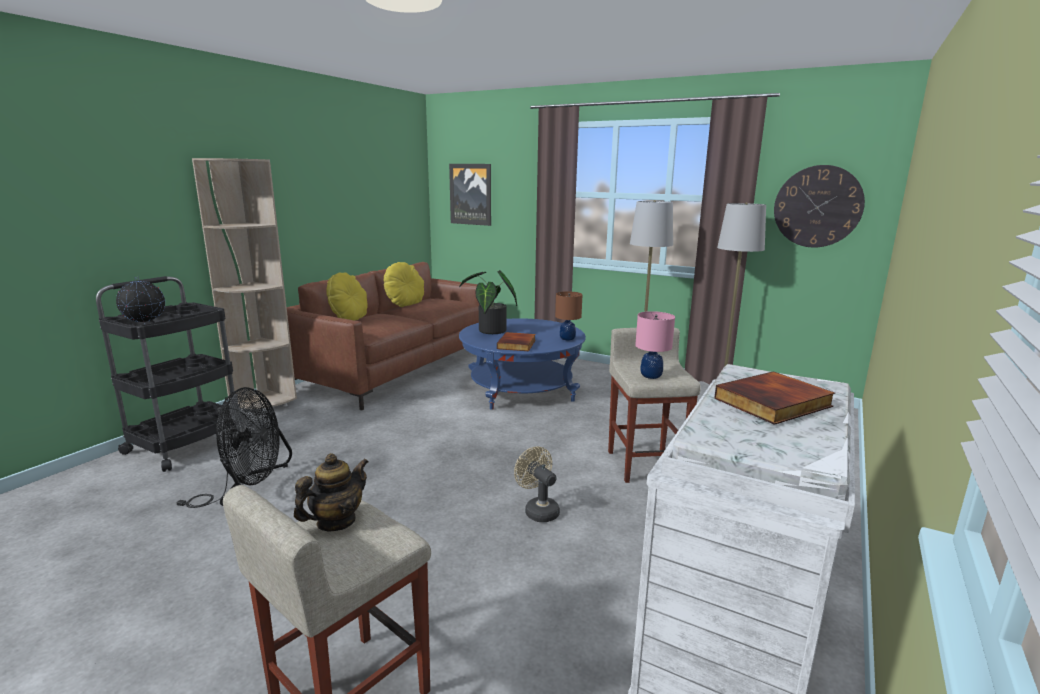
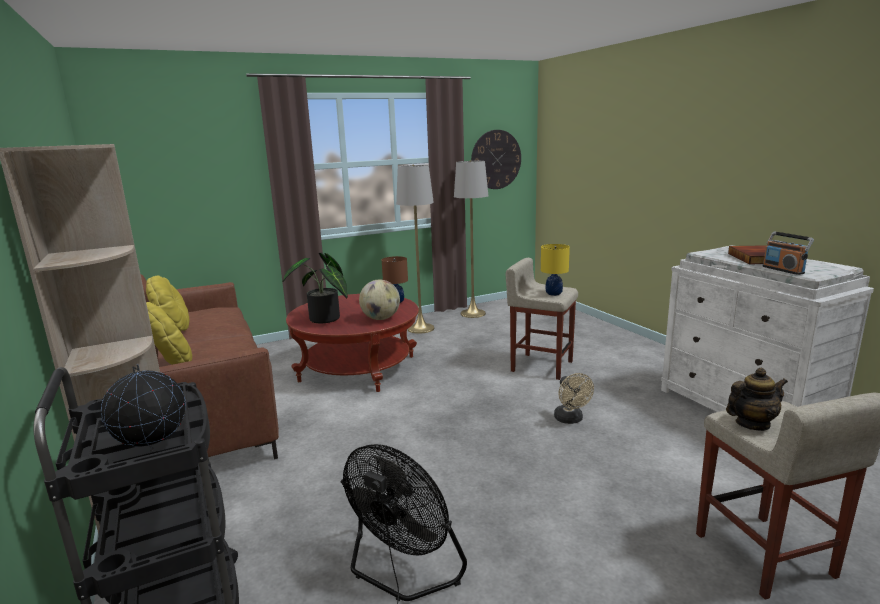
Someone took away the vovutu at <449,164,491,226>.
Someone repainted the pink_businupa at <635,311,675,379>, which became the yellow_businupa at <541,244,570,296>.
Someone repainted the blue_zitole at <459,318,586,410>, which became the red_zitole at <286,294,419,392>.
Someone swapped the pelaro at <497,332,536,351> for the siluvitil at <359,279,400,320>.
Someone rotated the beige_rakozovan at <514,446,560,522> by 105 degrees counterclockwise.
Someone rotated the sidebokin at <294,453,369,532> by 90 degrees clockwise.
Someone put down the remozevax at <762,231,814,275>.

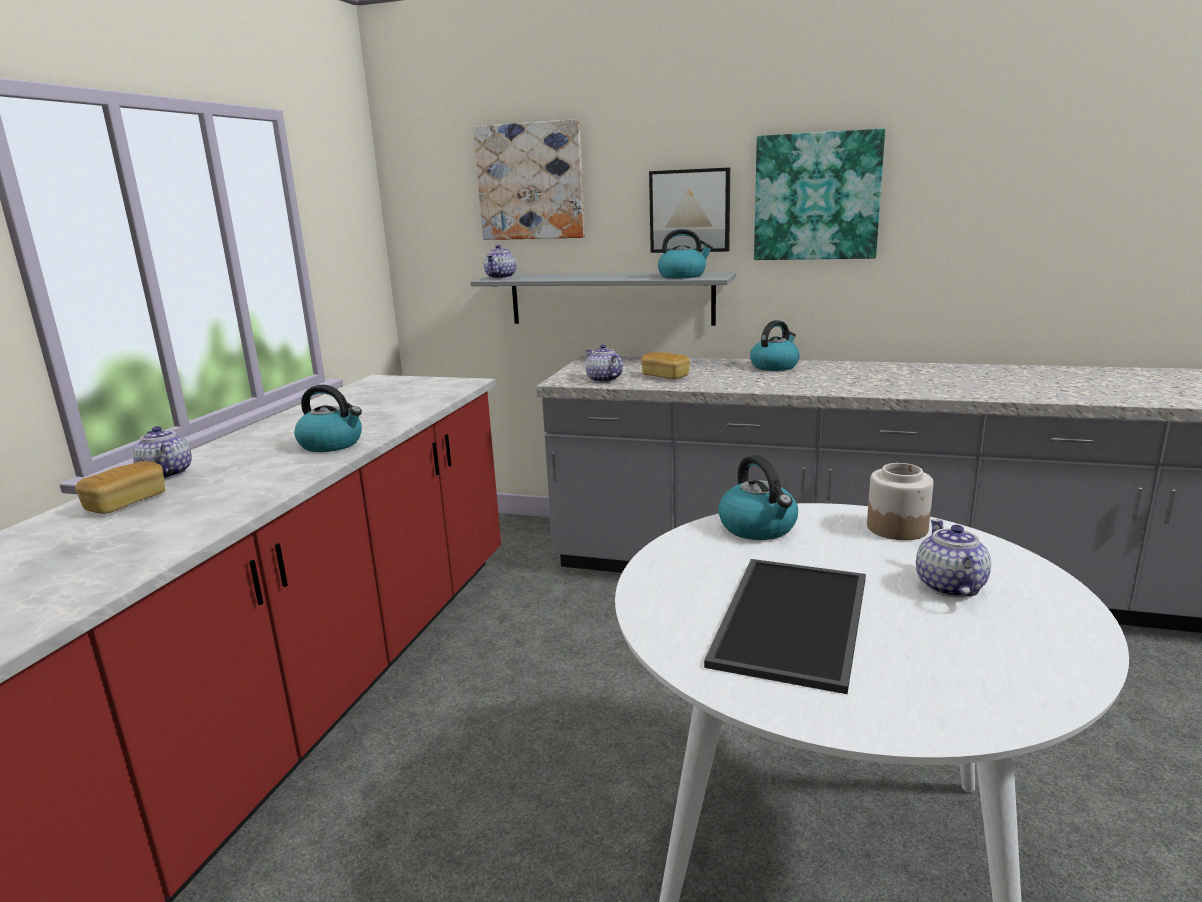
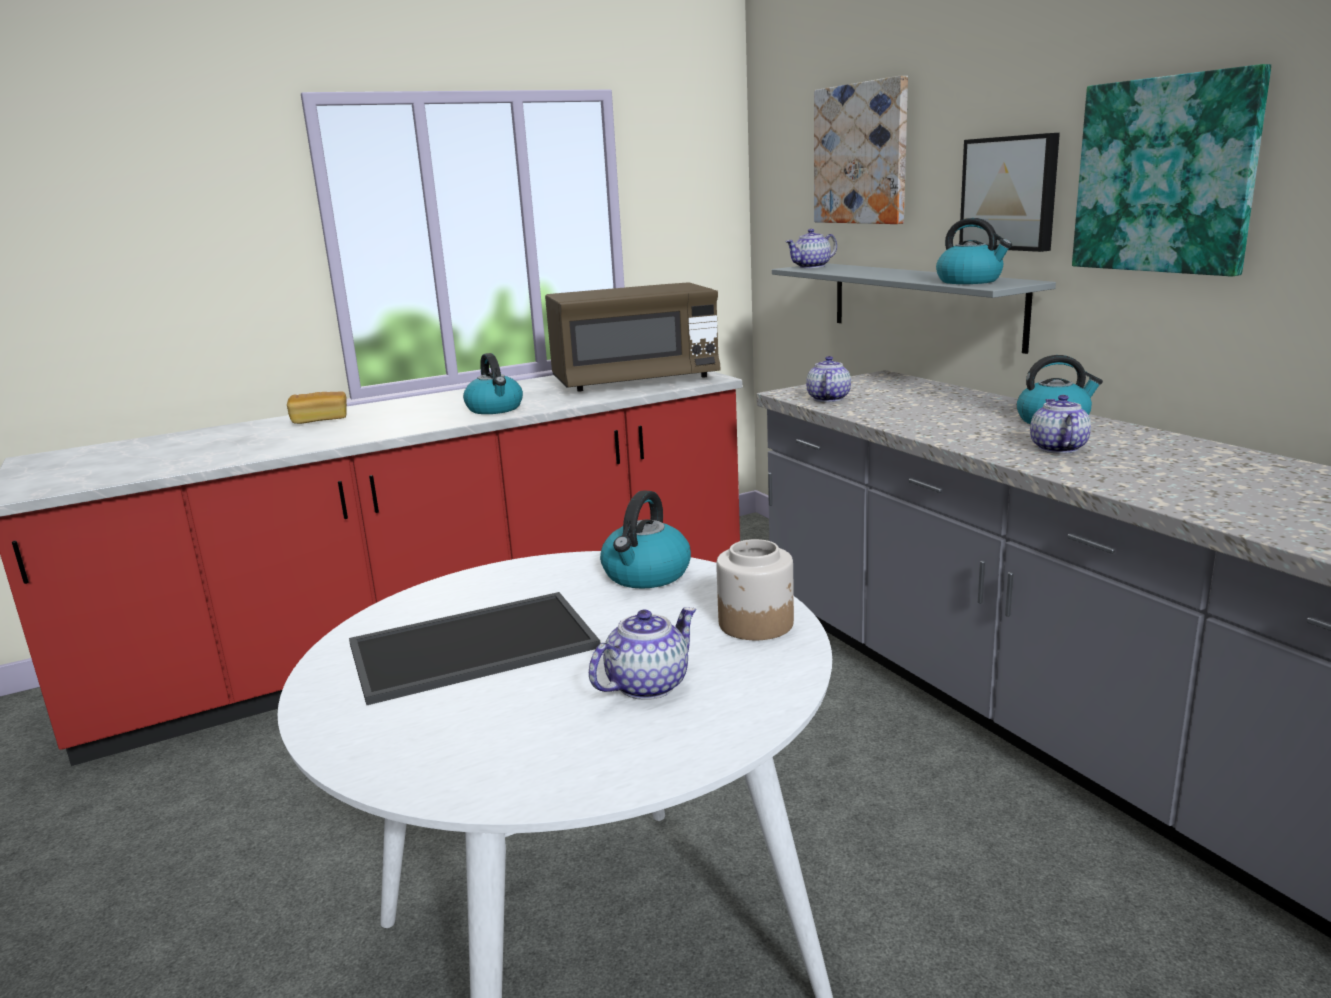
Someone took away the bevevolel at <641,352,690,379>.
Someone carried the sidebokin from <133,426,192,479> to <1030,395,1091,454>.
Someone put down the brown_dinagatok at <545,282,720,392>.

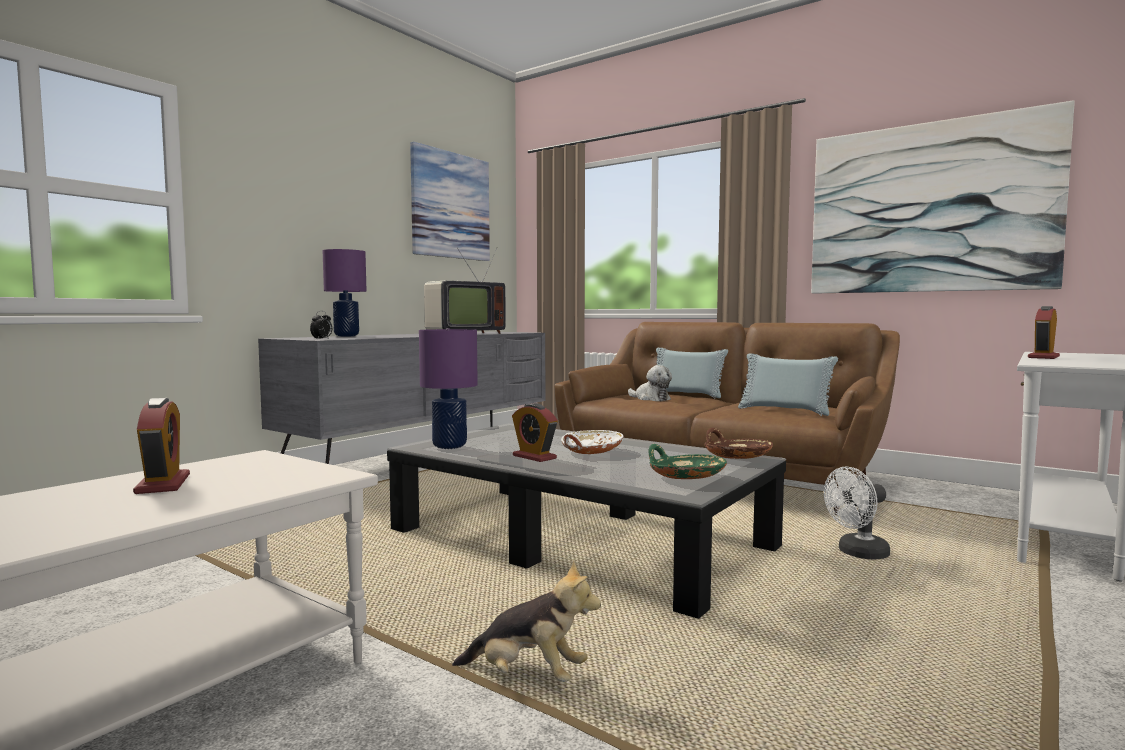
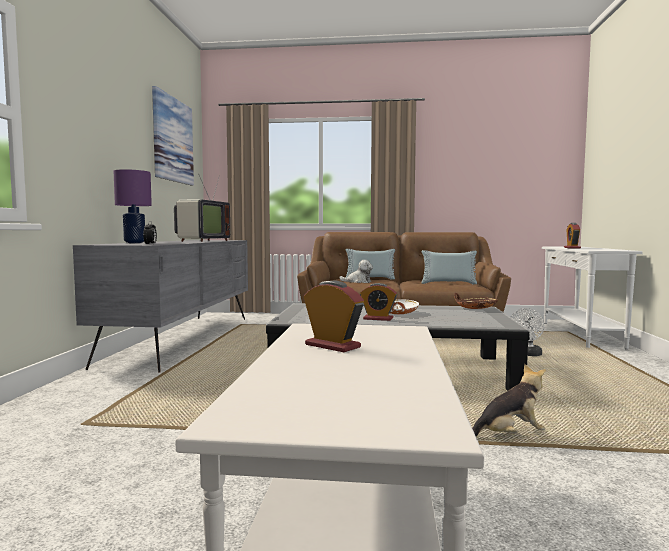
Someone took away the vovutu at <811,100,1075,294>.
Someone took away the purple_businupa at <419,328,478,449>.
Someone took away the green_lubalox at <649,444,727,479>.

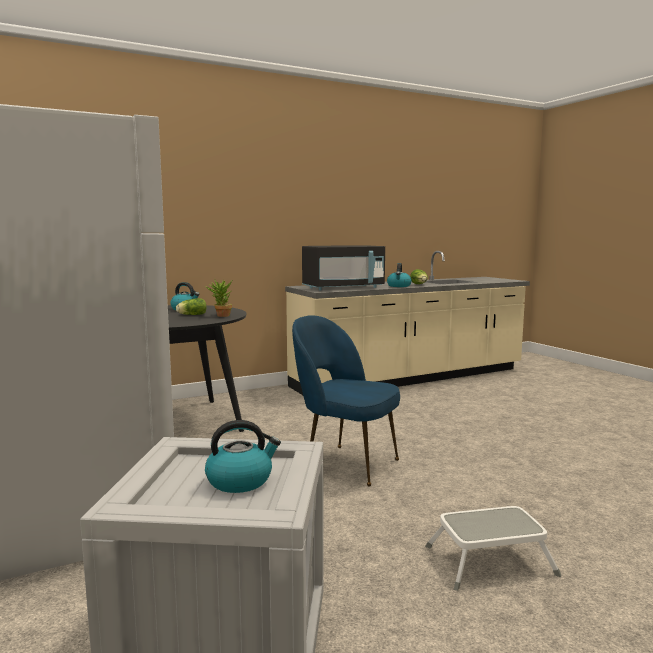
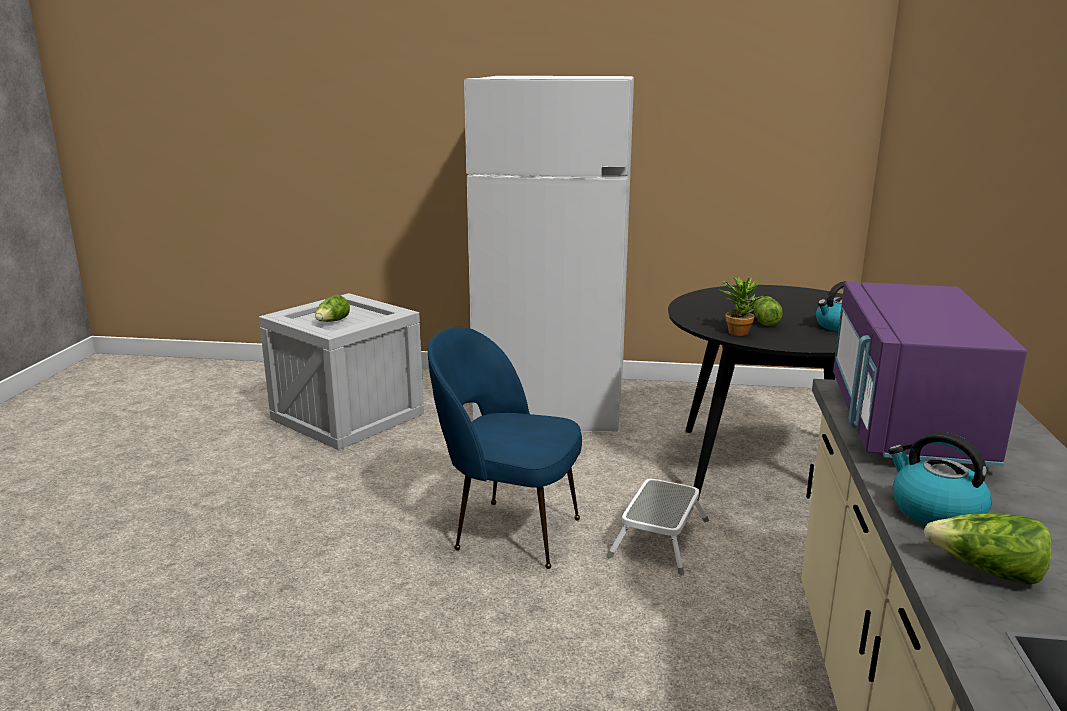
Someone repainted the black_dinagatok at <302,245,385,290>, which became the purple_dinagatok at <833,282,1027,467>.
Someone rotated the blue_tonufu at <292,315,400,487> by 135 degrees counterclockwise.
Someone swapped the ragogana at <205,420,281,493> for the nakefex at <315,295,350,322>.
Someone carried the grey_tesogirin from <425,506,561,591> to <606,479,709,576>.

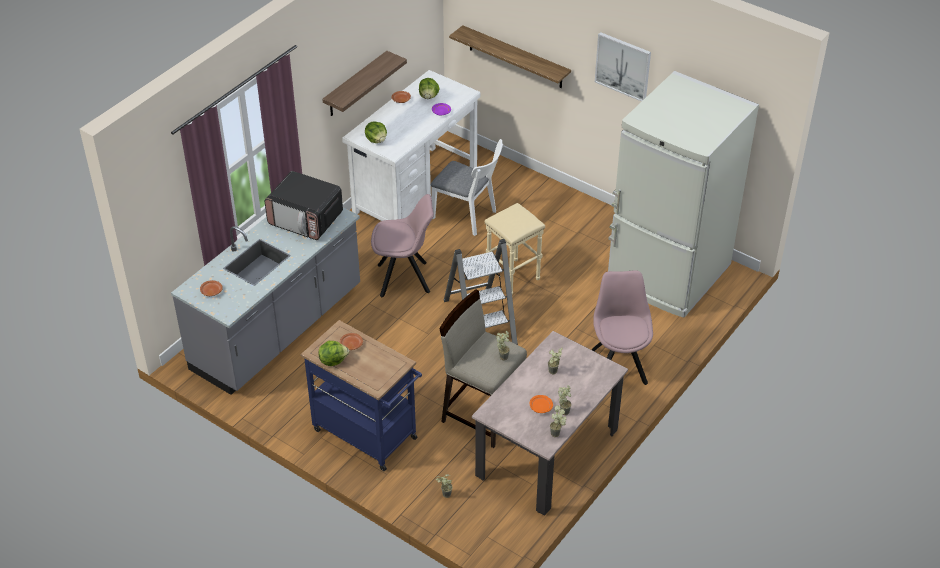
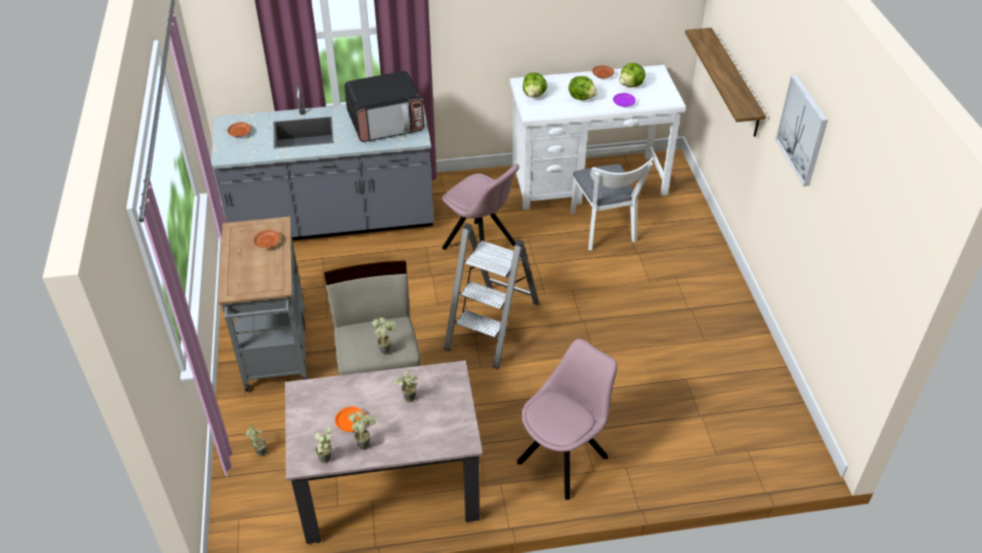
Someone took away the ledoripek at <322,51,407,116>.
Someone took away the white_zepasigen at <608,71,759,317>.
Someone rotated the dinagatok at <265,171,343,240> by 90 degrees counterclockwise.
Someone took away the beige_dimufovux at <485,203,545,295>.
Someone repainted the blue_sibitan at <301,320,422,471>, which became the grey_sibitan at <218,217,307,392>.
Someone carried the nakefex from <318,341,349,366> to <568,76,597,100>.

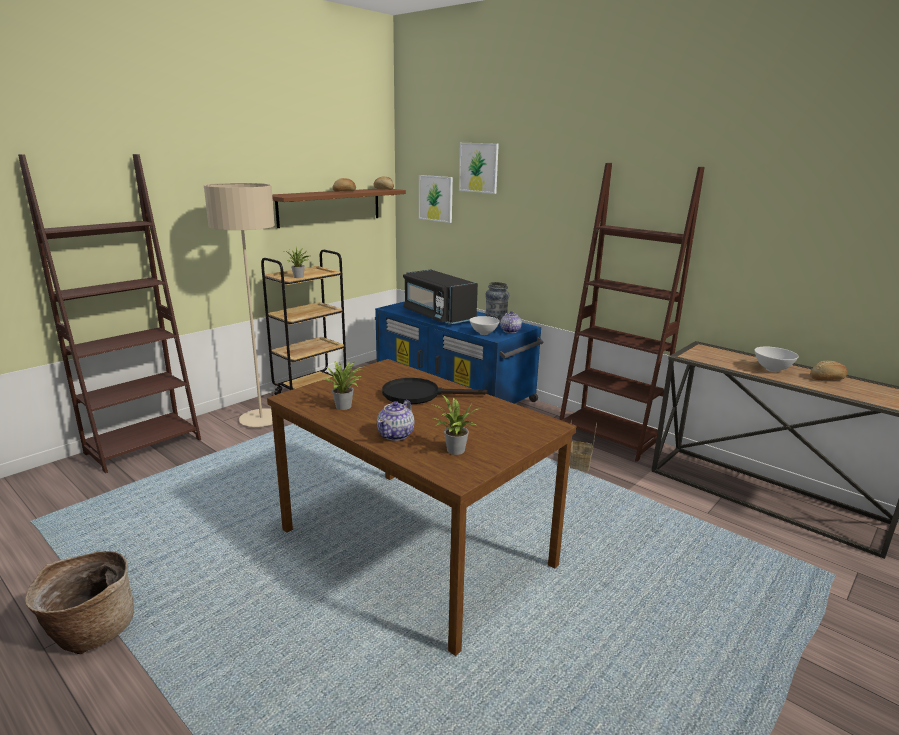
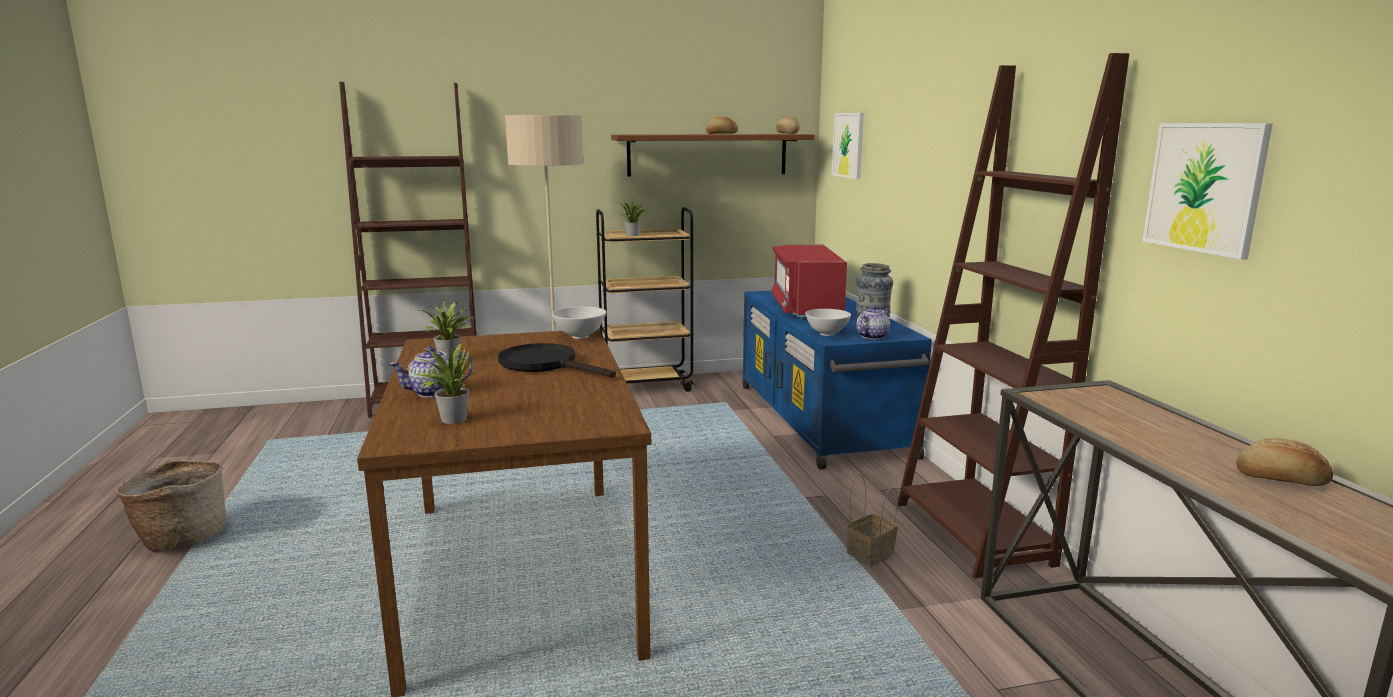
Someone carried the vovutu from <459,143,499,194> to <1142,123,1273,260>.
Someone repainted the black_dinagatok at <403,270,478,325>, which became the red_dinagatok at <772,245,847,319>.
Someone carried the white_lubalox from <754,347,799,372> to <552,306,606,339>.

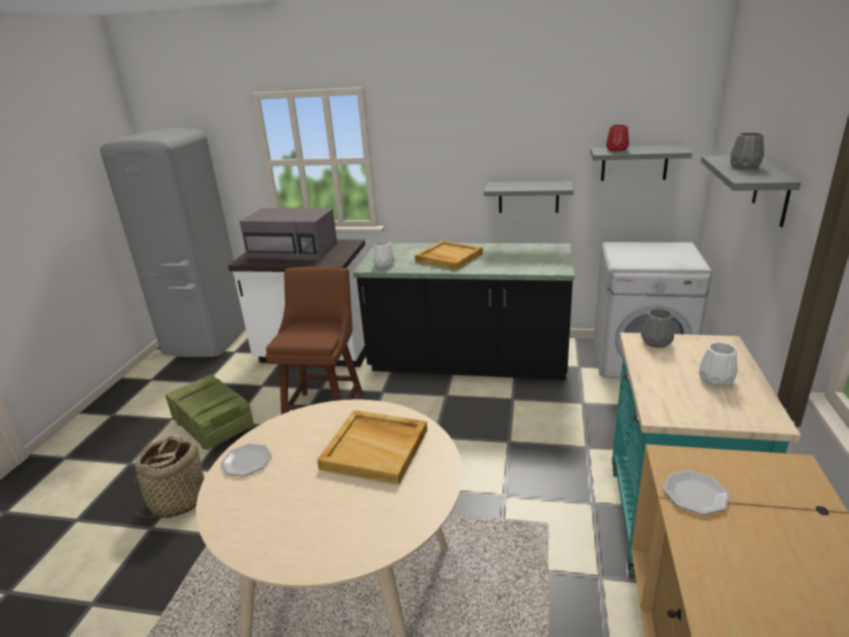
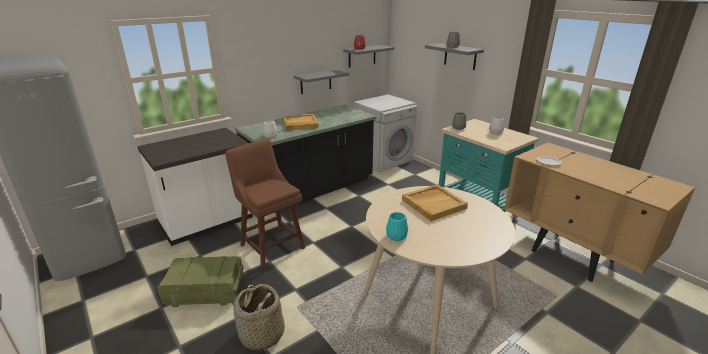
Someone took away the grey_dinagatok at <239,208,337,260>.
Someone swapped the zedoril at <221,444,272,477> for the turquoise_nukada at <386,212,408,241>.

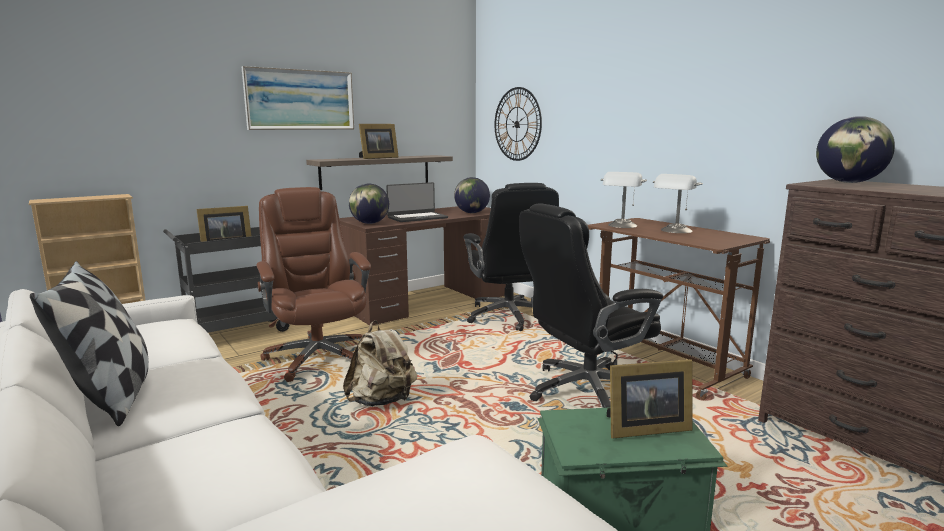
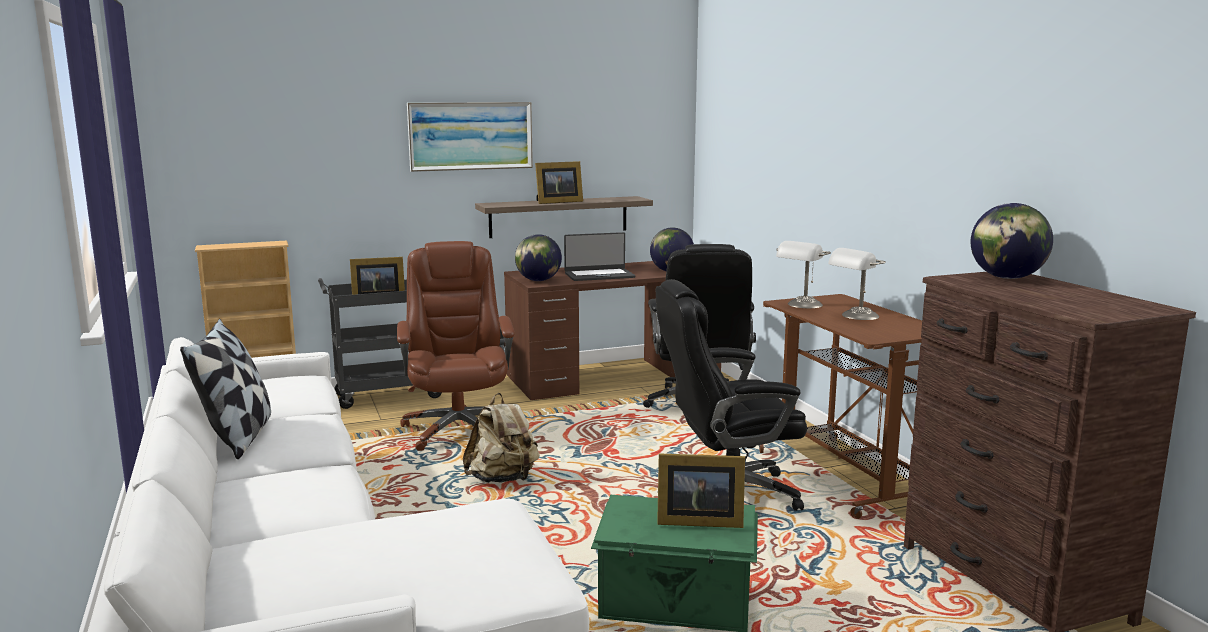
Someone took away the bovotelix at <494,87,542,161>.

